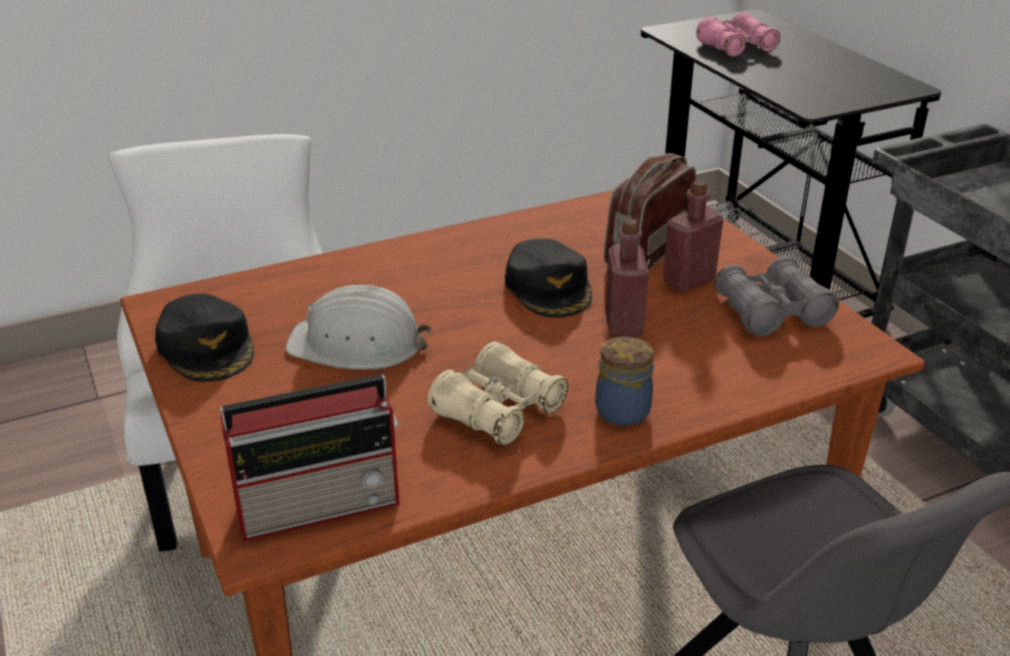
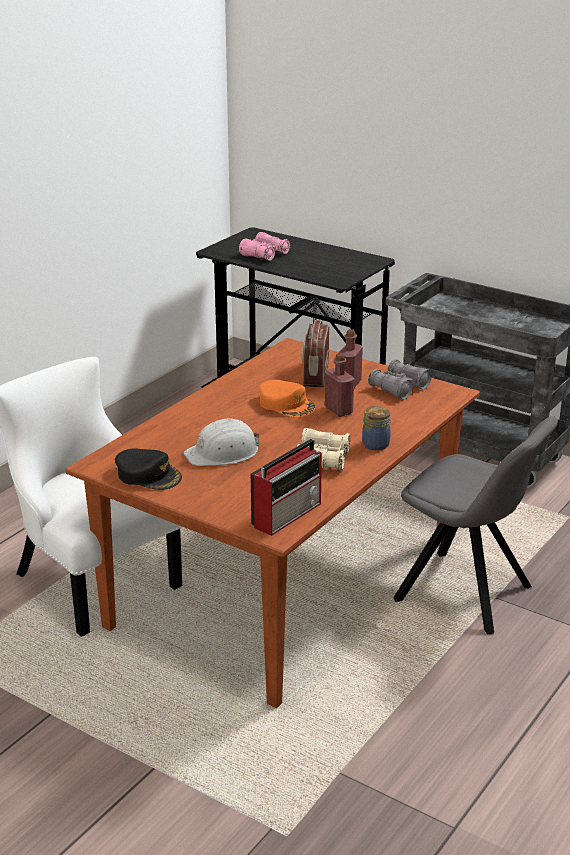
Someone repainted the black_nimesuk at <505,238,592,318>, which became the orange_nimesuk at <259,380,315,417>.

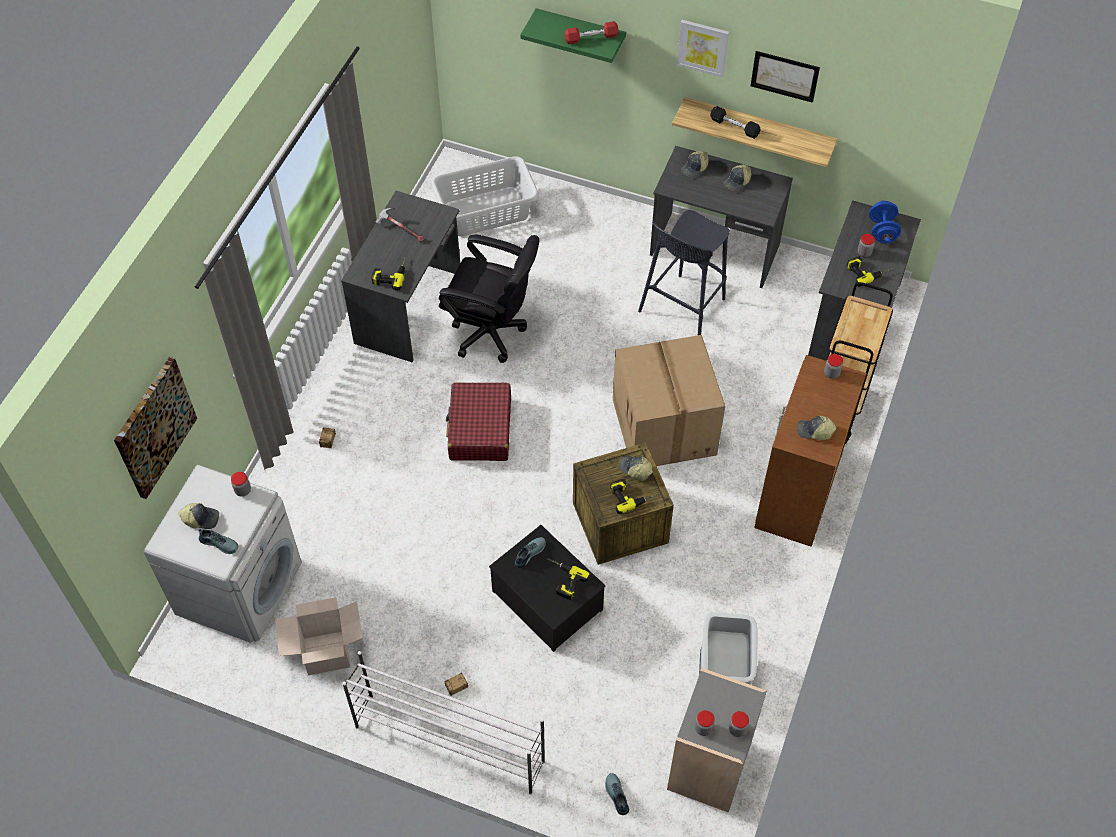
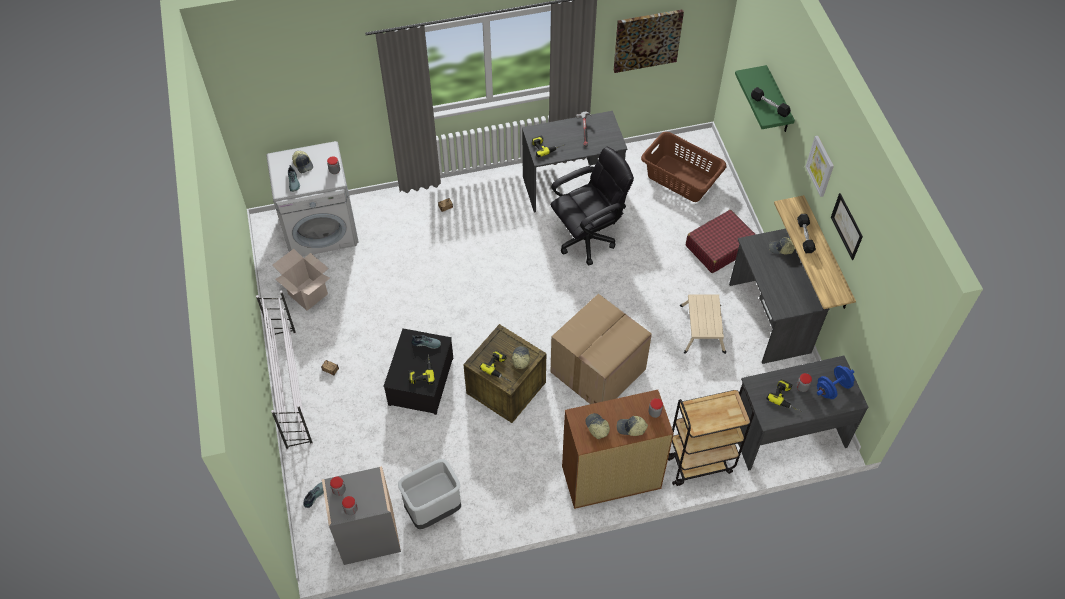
Someone repainted the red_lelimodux at <565,21,618,44>, which became the black_lelimodux at <751,87,791,117>.
Someone repainted the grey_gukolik at <431,156,539,236>, which became the brown_gukolik at <641,132,726,202>.
Someone carried the nimesuk from <723,165,751,192> to <617,416,648,436>.
Someone swapped the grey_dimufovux at <638,210,730,335> for the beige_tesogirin at <680,294,726,354>.
Someone rotated the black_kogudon at <439,234,540,363> by 105 degrees counterclockwise.
Someone carried the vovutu from <114,357,197,499> to <614,9,684,73>.
Someone carried the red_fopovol from <446,382,511,461> to <686,210,756,273>.

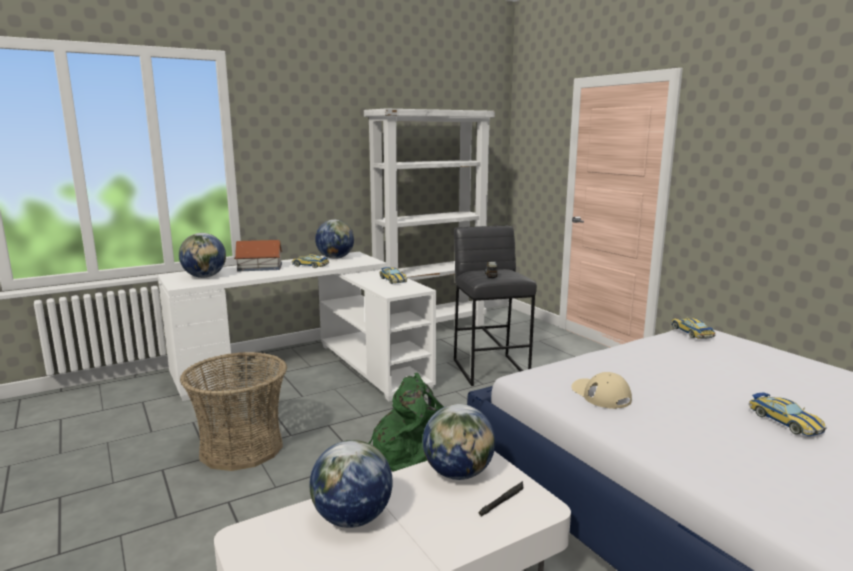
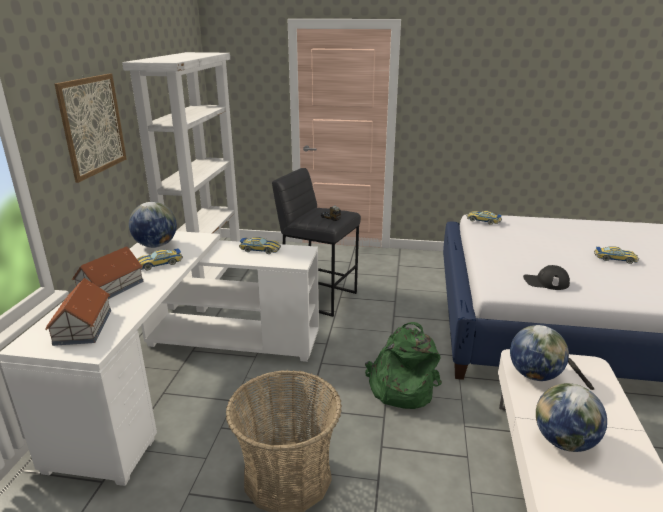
Someone swapped the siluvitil at <179,233,226,278> for the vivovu at <45,278,111,346>.
Someone repainted the beige_nimesuk at <571,372,632,409>, which became the black_nimesuk at <523,265,570,290>.
Someone put up the vovutu at <54,73,127,183>.

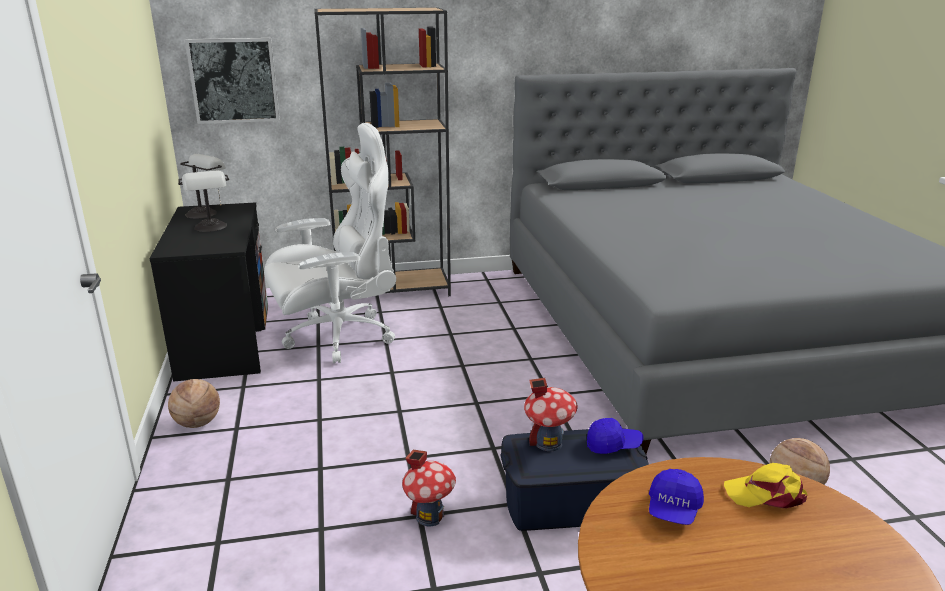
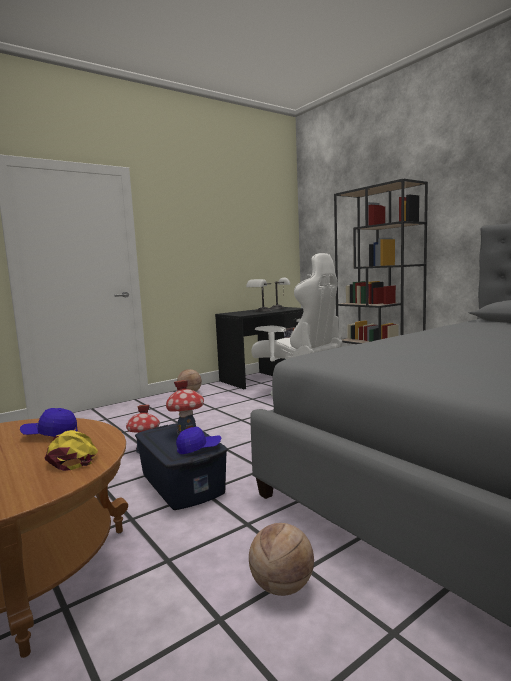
Someone took away the vovutu at <185,38,280,124>.
Someone rotated the blue_nimesuk at <587,418,644,454> by 75 degrees counterclockwise.

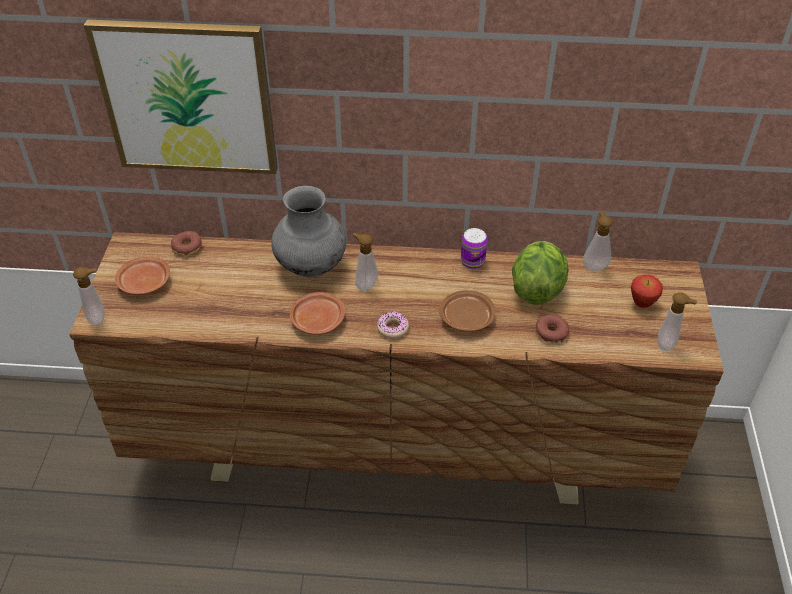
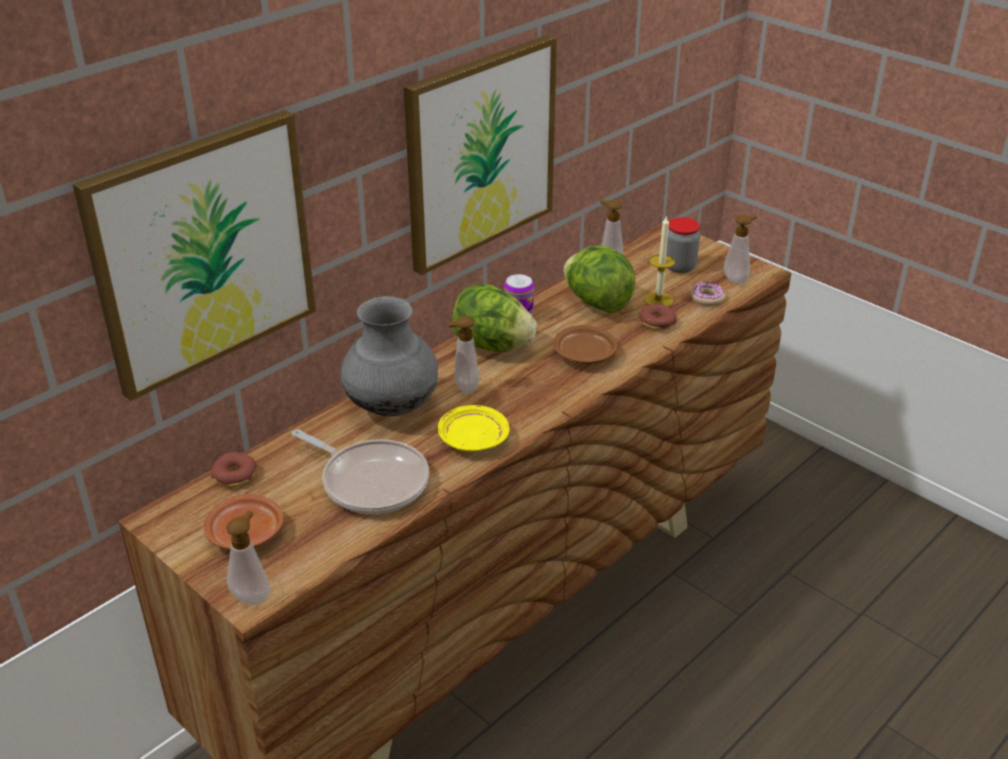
Someone swapped the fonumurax at <631,275,663,308> for the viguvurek at <666,217,700,273>.
Someone repainted the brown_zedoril at <290,292,345,335>, which became the yellow_zedoril at <438,405,510,452>.
Someone carried the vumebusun from <377,312,409,339> to <691,282,725,306>.
Someone put up the vovutu at <404,35,557,275>.
Someone put down the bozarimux at <644,215,675,307>.
Someone put down the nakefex at <452,284,537,352>.
Someone put down the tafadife at <292,429,429,514>.

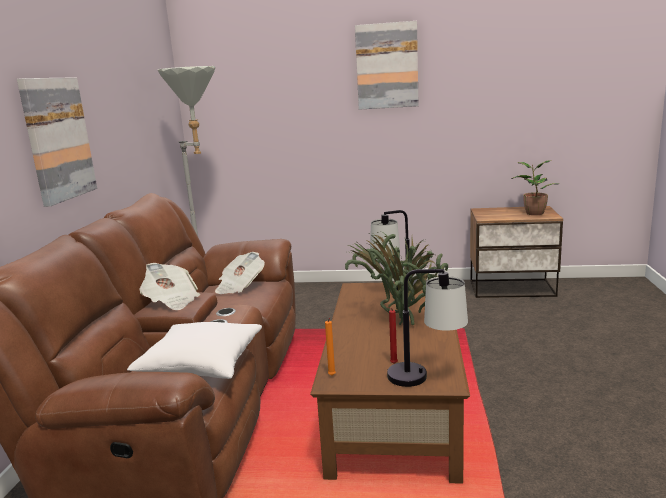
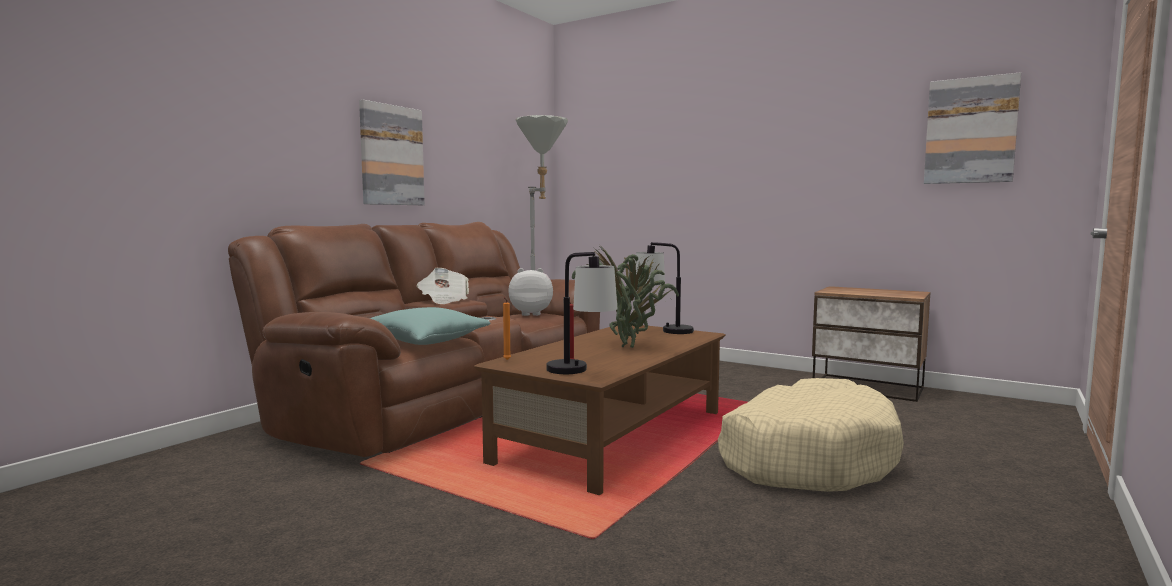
Someone carried the vovutu from <355,21,419,110> to <924,72,1021,184>.
Someone took away the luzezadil at <511,160,558,215>.
Someone swapped the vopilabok at <215,252,265,294> for the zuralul at <508,268,553,316>.
Someone repainted the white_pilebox at <127,322,262,379>, which became the turquoise_pilebox at <370,307,490,345>.
Someone put down the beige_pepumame at <718,378,904,492>.

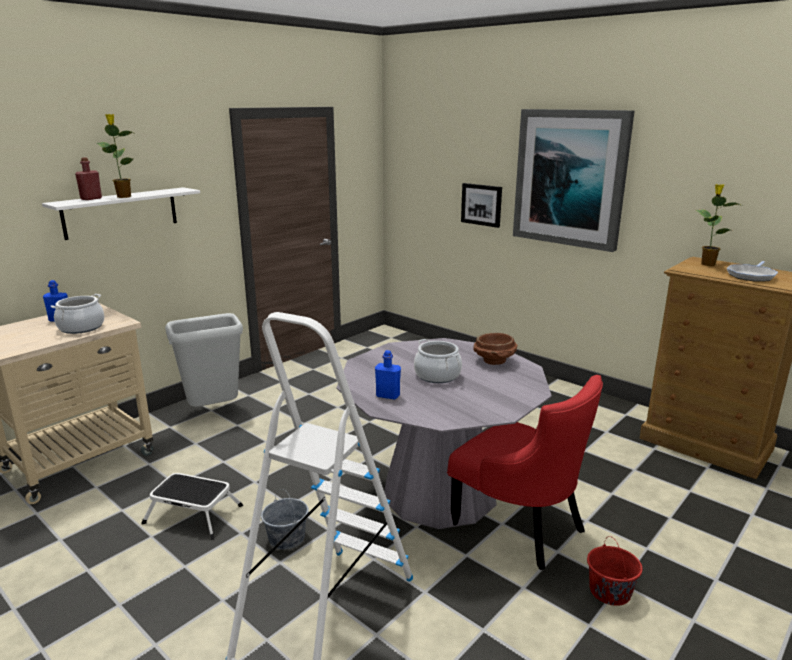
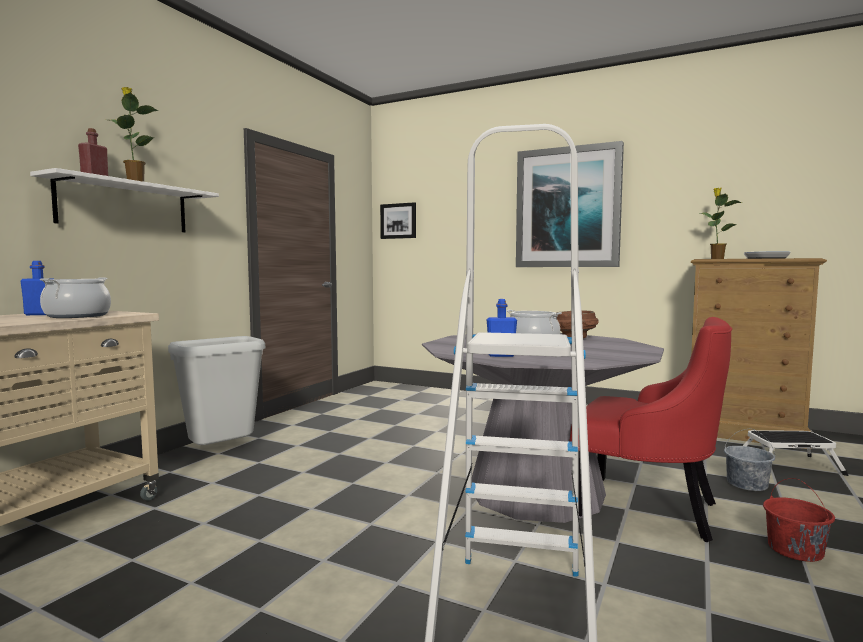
Someone carried the vovutu from <461,183,502,228> to <380,202,416,239>.
Someone carried the black_tesogirin from <141,473,243,540> to <743,430,848,476>.
Someone carried the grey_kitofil from <261,489,309,550> to <724,429,775,491>.

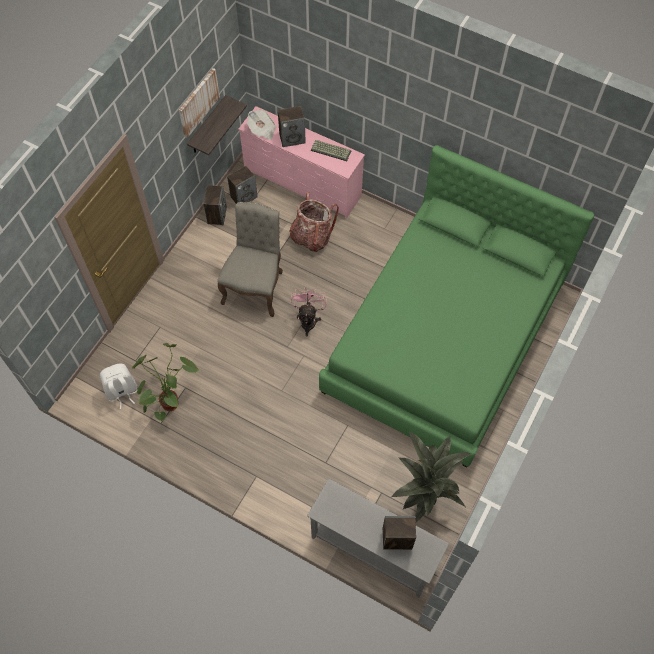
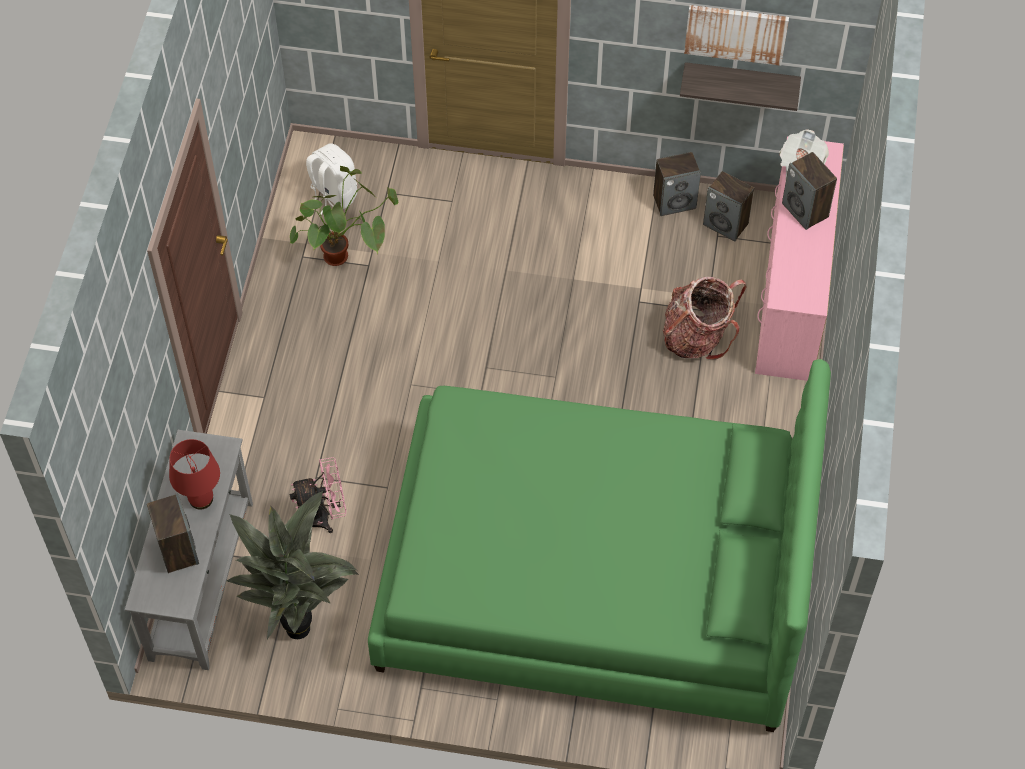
Someone took away the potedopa at <311,140,352,161>.
Someone took away the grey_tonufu at <217,202,283,317>.
Someone carried the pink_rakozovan from <291,287,327,337> to <289,457,346,533>.
Someone put down the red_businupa at <169,439,220,510>.

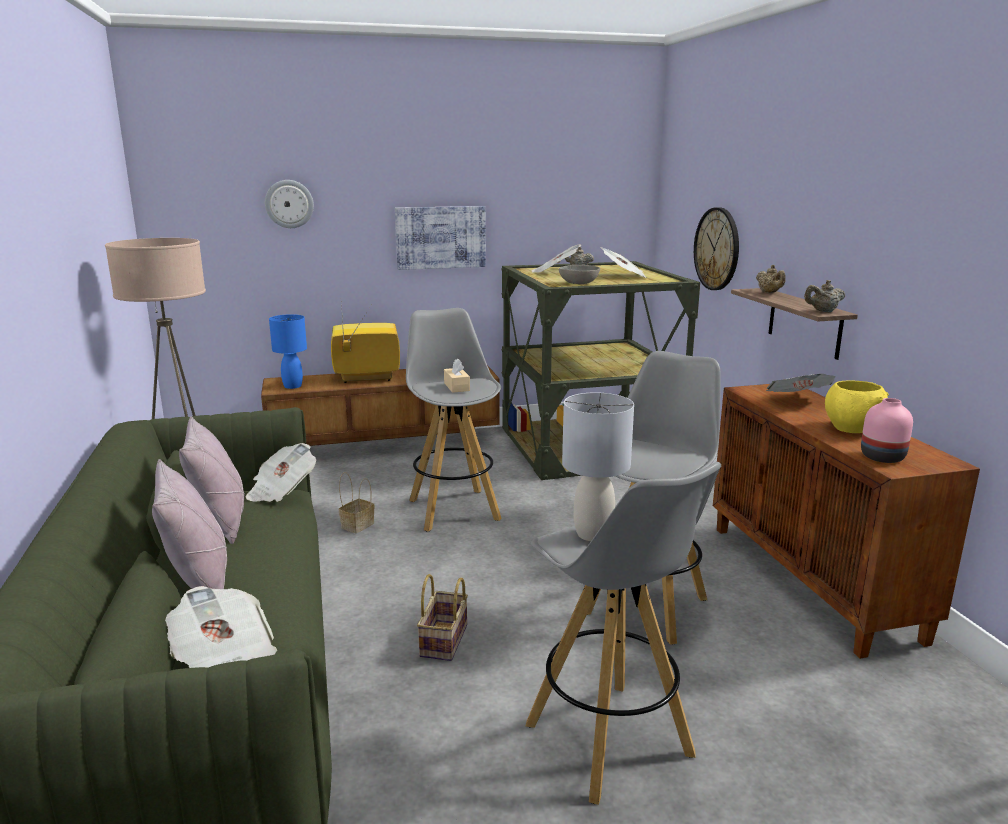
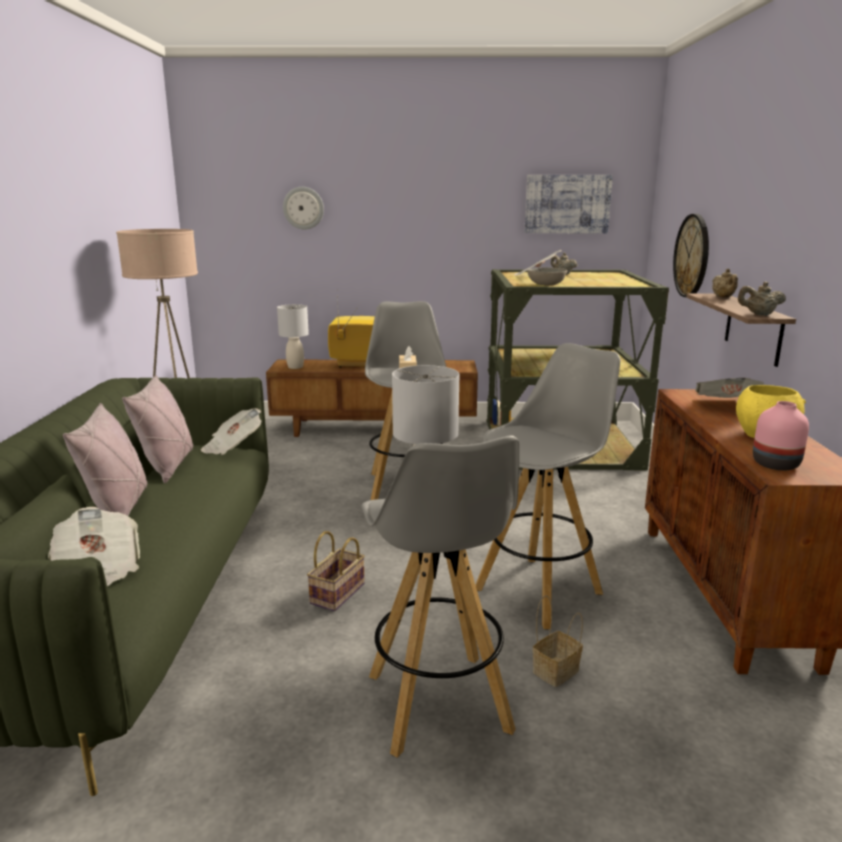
Someone carried the vovutu from <395,206,486,270> to <525,175,613,233>.
Someone took away the vopilabok at <600,247,647,278>.
Someone repainted the blue_businupa at <269,314,307,389>, which became the grey_businupa at <277,304,309,369>.
Someone carried the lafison from <339,472,375,533> to <533,596,583,687>.

